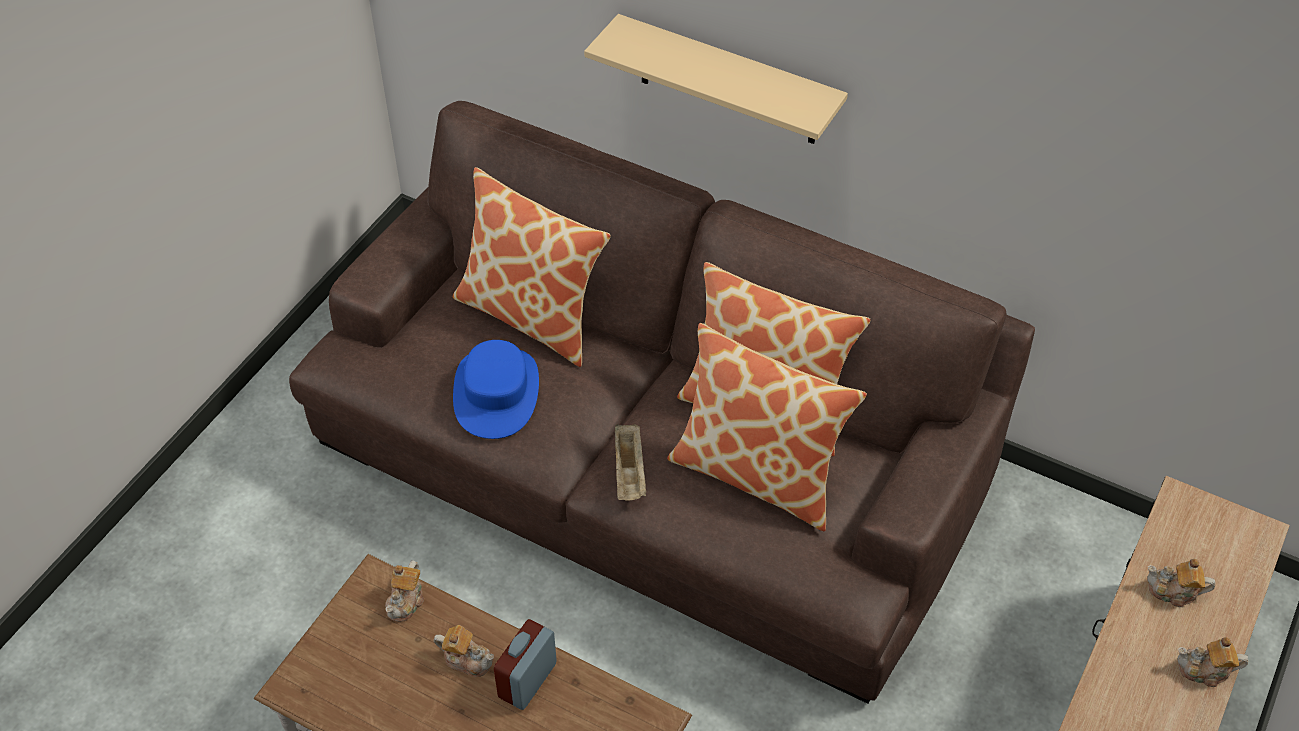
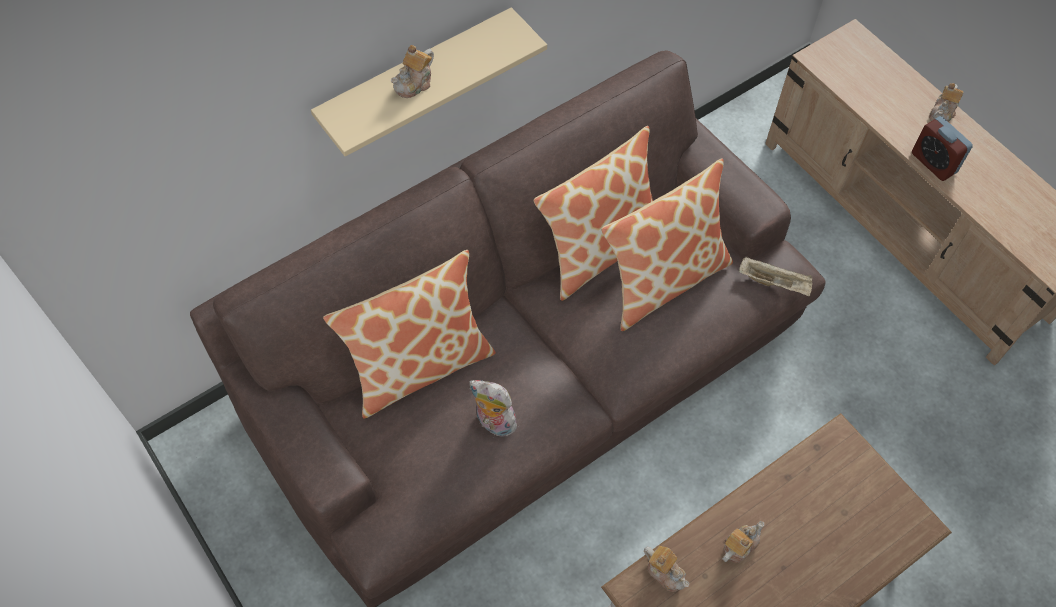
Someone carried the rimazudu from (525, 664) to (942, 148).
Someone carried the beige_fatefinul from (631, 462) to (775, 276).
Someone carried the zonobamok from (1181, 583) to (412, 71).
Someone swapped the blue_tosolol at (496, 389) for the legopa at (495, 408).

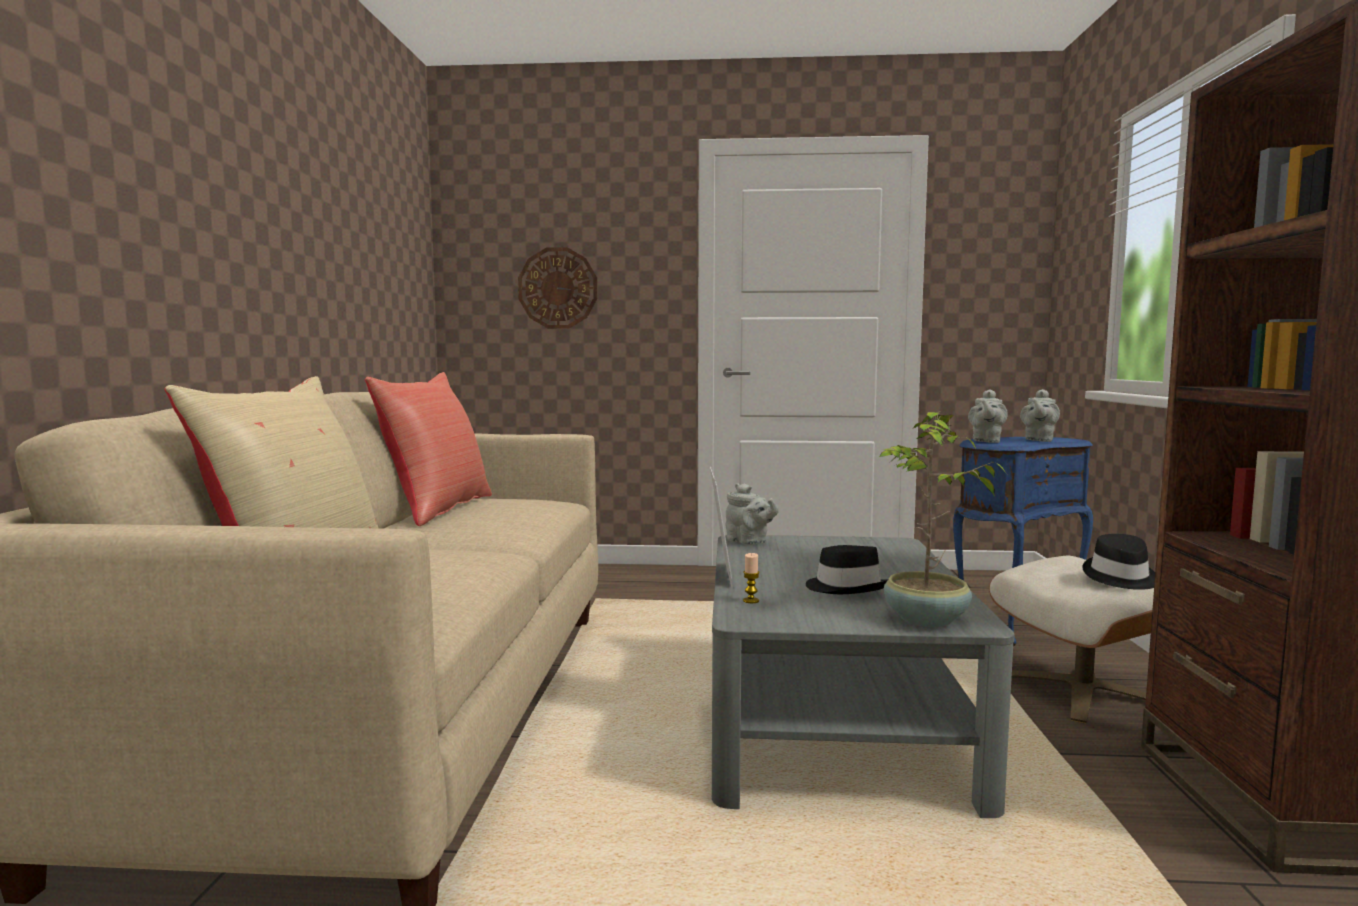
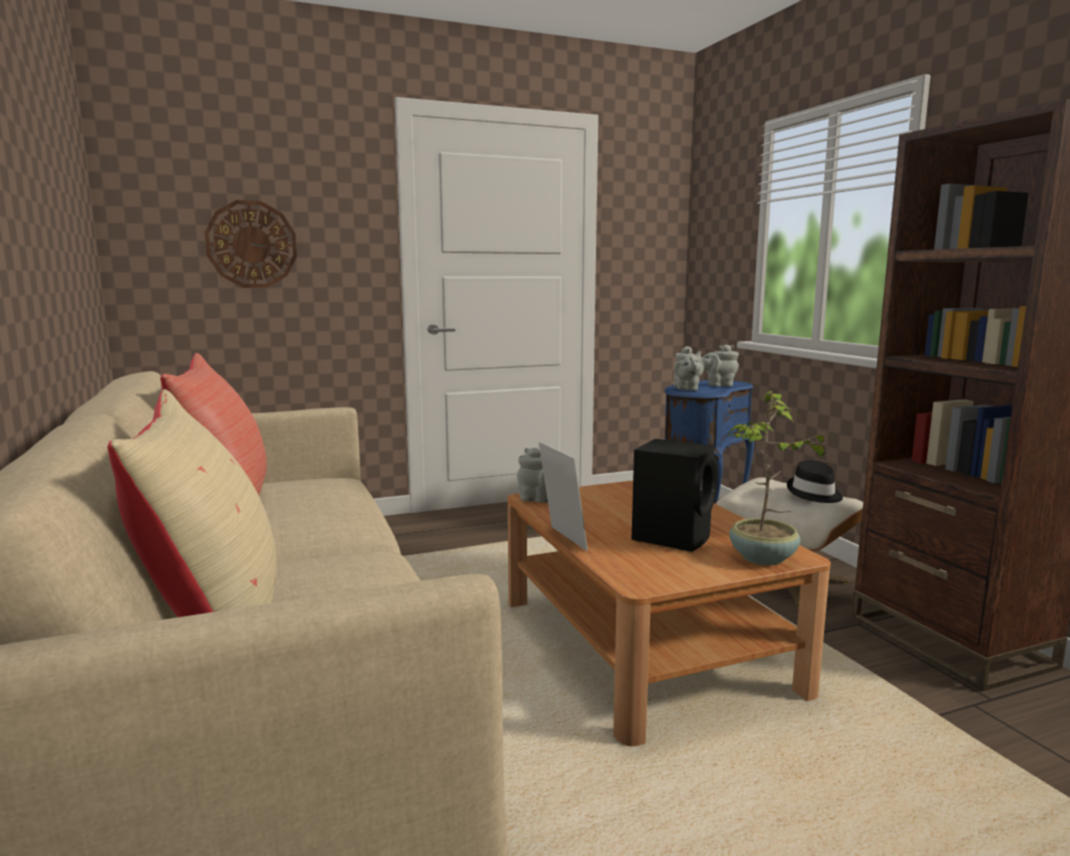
Someone took away the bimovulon at (751, 578).
Someone swapped the black_tosolol at (847, 569) for the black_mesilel at (674, 495).
Someone repainted the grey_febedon at (863, 676), which became the brown_febedon at (669, 613).
Someone rotated the grey_zonobamok at (1040, 415) by 90 degrees clockwise.

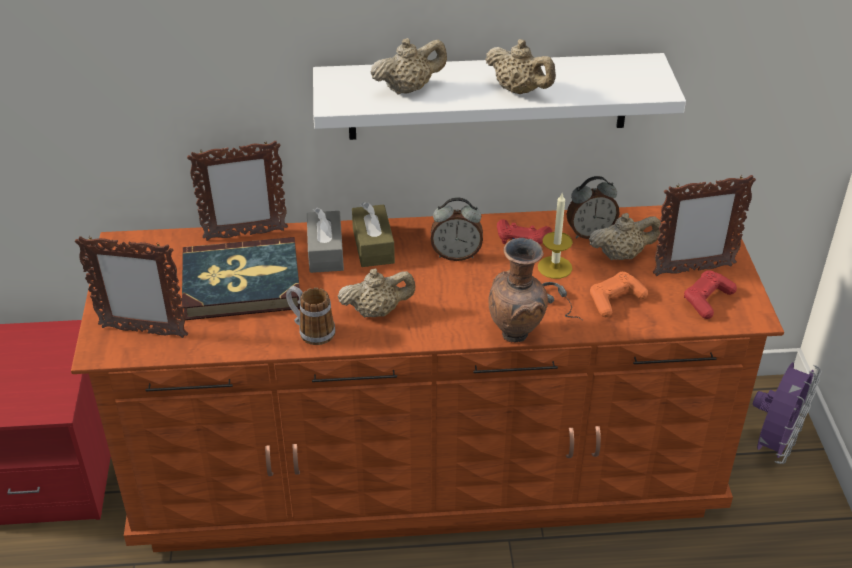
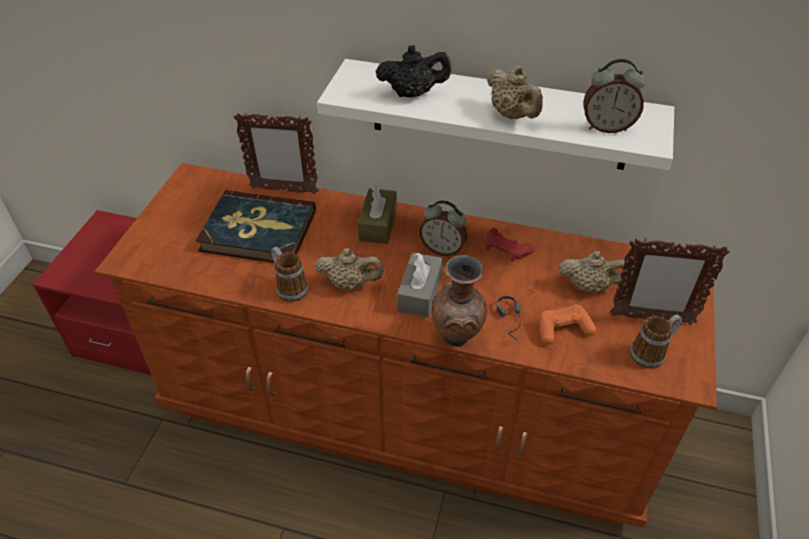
Someone took away the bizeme at (131, 287).
Someone took away the bimovulon at (555, 236).
Someone took away the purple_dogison at (787, 413).
Someone carried the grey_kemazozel from (325, 240) to (420, 284).
Someone carried the rimazudu from (593, 207) to (614, 96).
Someone swapped the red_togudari at (710, 294) for the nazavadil at (656, 341).
Someone repainted the beige_zonobamok at (409, 66), which became the black_zonobamok at (414, 71).

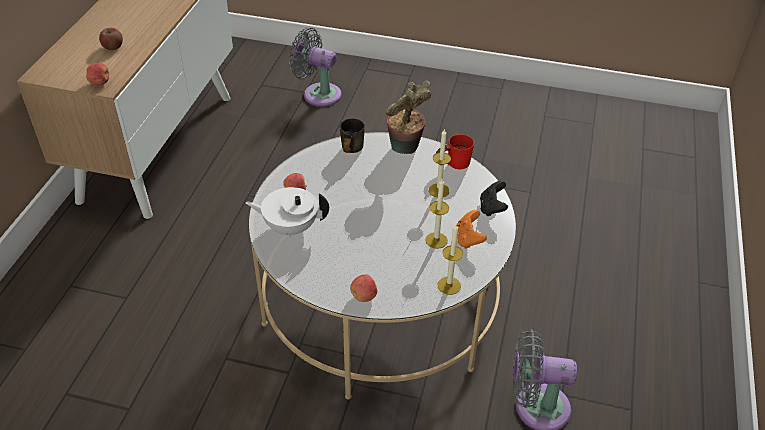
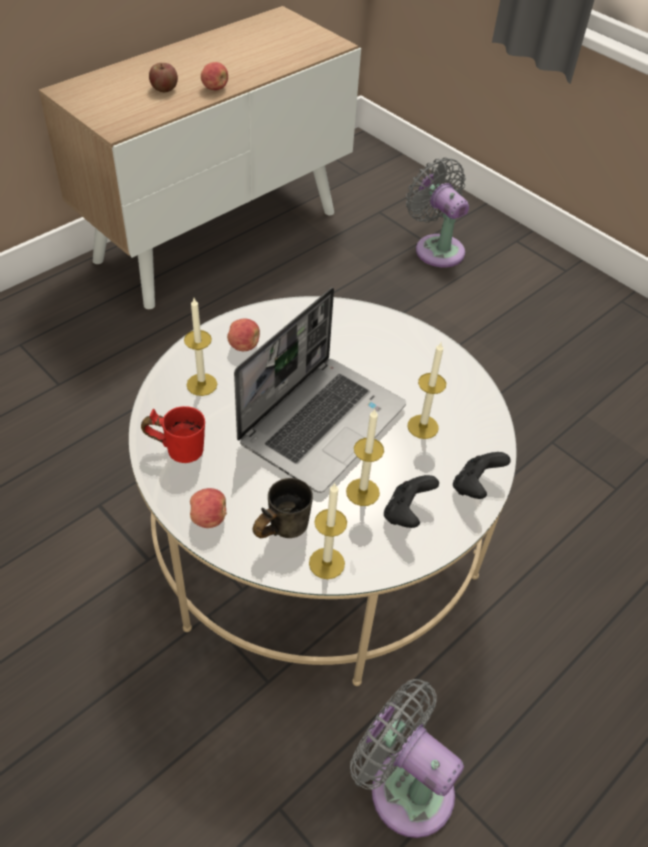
Someone took away the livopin at (408, 117).
Someone put down the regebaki at (320, 390).
Someone carried the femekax from (97, 74) to (214, 76).
Someone carried the grey_nazavadil from (352, 135) to (282, 508).
Someone carried the red_nazavadil from (455, 151) to (173, 434).
Someone swapped the white_zonobamok at (287, 212) for the bimovulon at (200, 347).
Someone repainted the orange_togudari at (472, 229), which became the black_togudari at (411, 501).

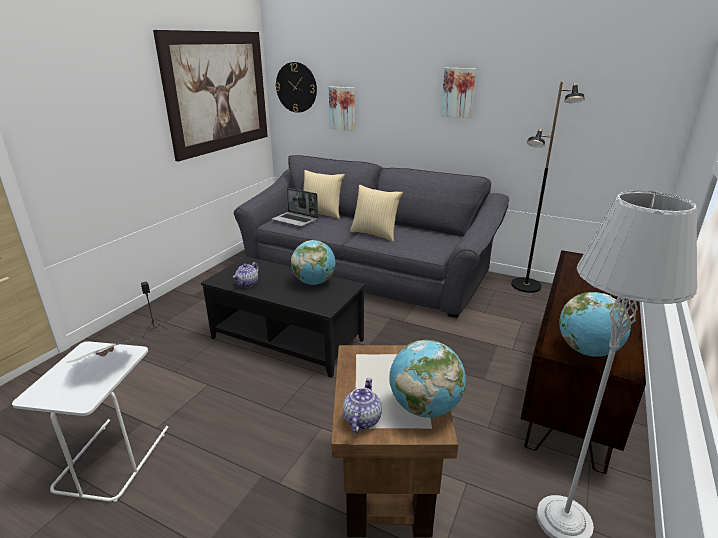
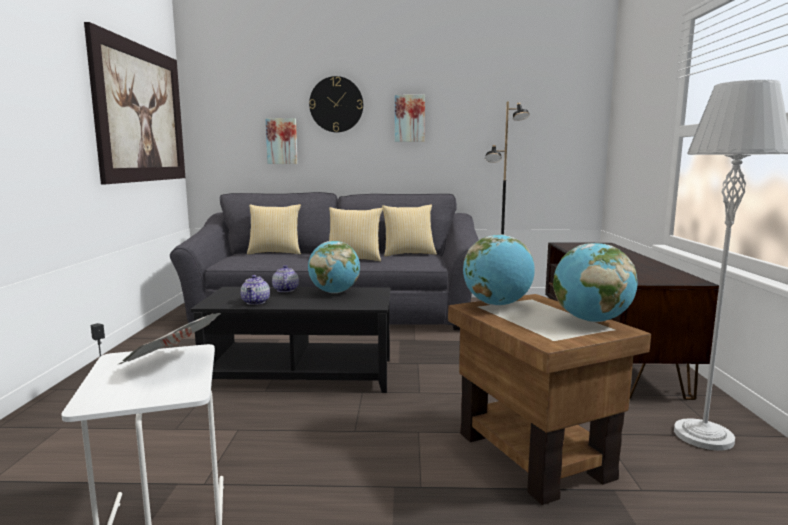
Someone took away the regebaki at (295, 207).
Someone put down the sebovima at (409, 230).
Someone carried the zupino from (296, 87) to (336, 104).
Someone carried the zonobamok from (362, 405) to (285, 278).
Someone carried the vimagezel from (595, 324) to (499, 270).

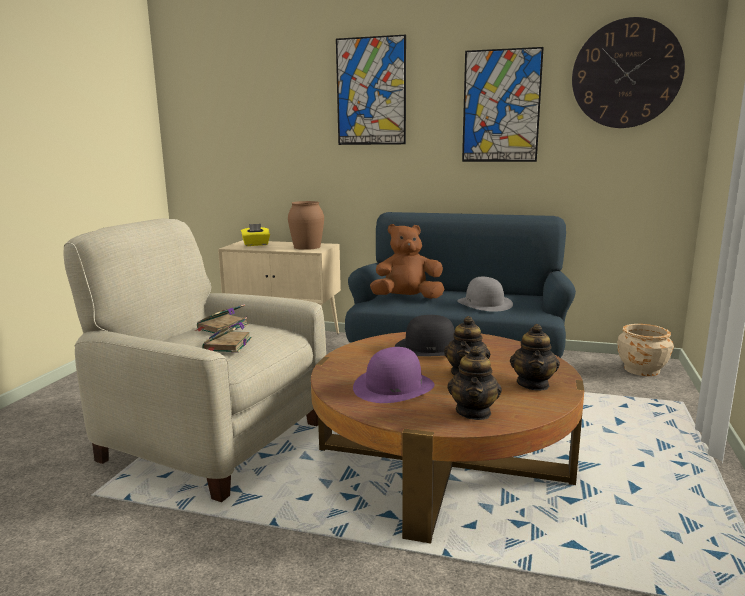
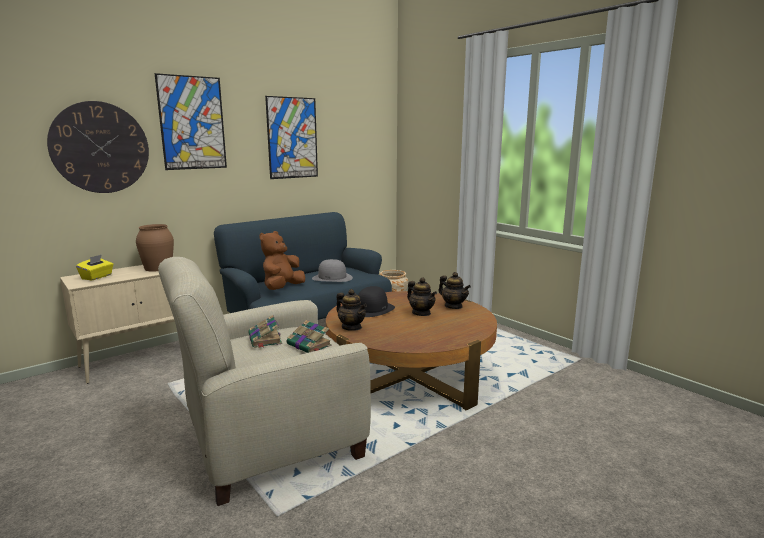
Someone took away the purple_tosolol at (393, 375).
Someone carried the zonobamok from (474, 383) to (351, 310).
Someone carried the zupino from (628, 72) to (98, 147).

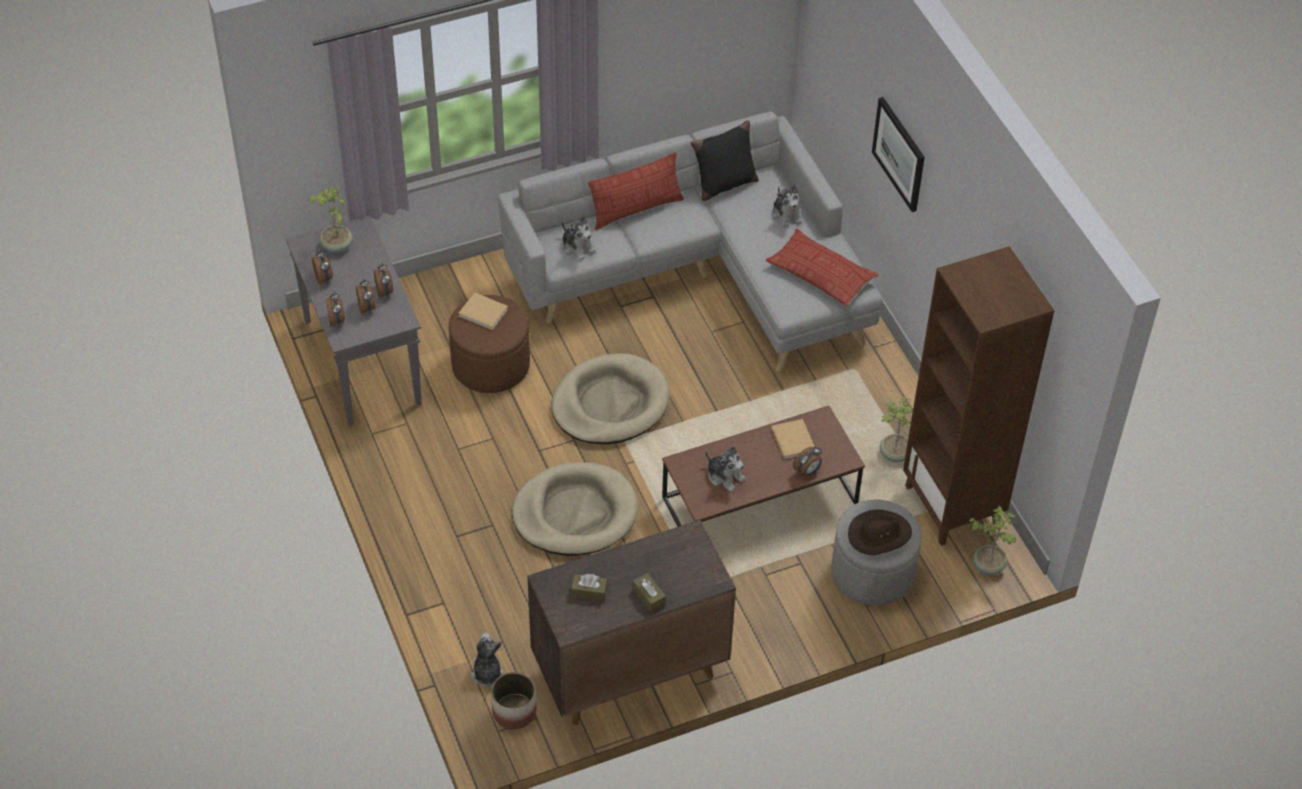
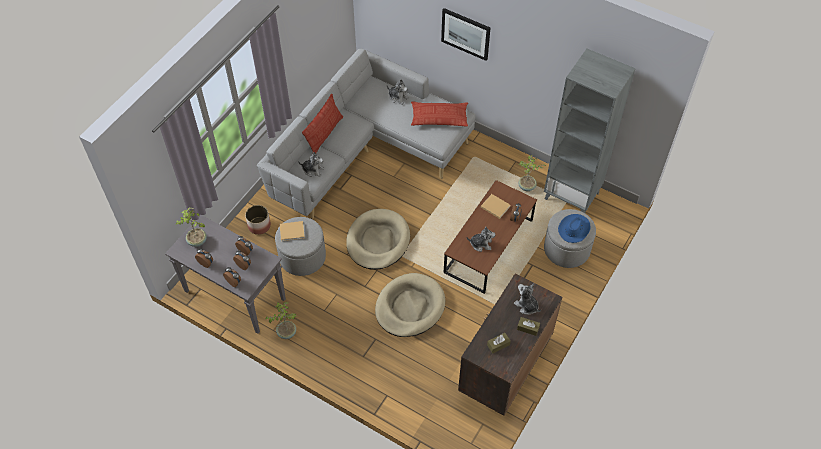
Someone took away the black_sebovima at (725, 160).
Someone carried the legopa from (487, 660) to (527, 299).
Someone carried the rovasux from (513, 700) to (258, 220).
Someone carried the livopin from (992, 540) to (281, 320).
Someone repainted the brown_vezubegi at (489, 344), which became the grey_vezubegi at (300, 246).
Someone repainted the brown_tosolol at (880, 532), which became the blue_tosolol at (574, 228).
Someone repainted the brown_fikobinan at (979, 396), which became the grey_fikobinan at (590, 131).

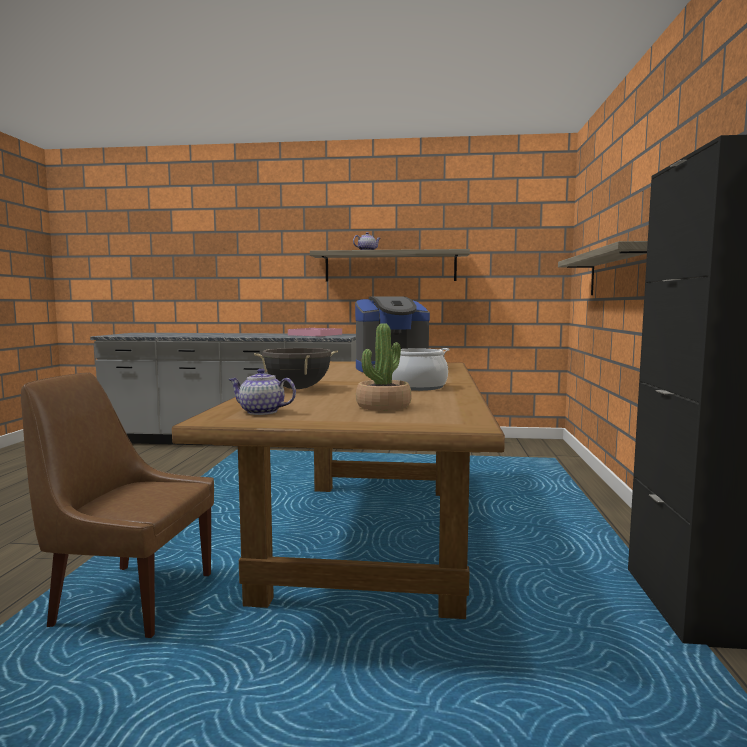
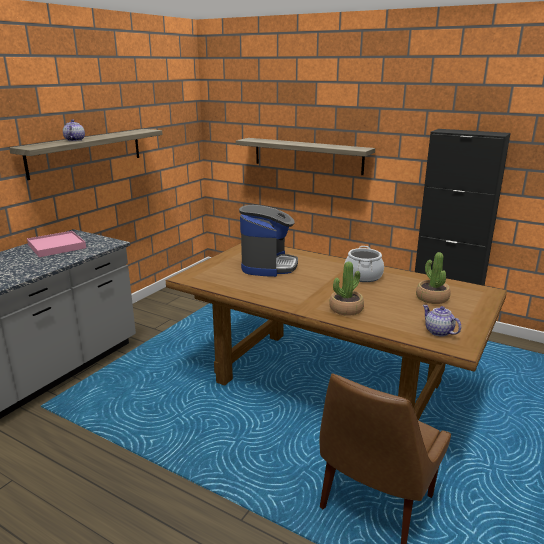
Someone swapped the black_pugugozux at (296, 368) for the livopin at (346, 288).
Someone rotated the zonobamok at (262, 392) by 105 degrees clockwise.

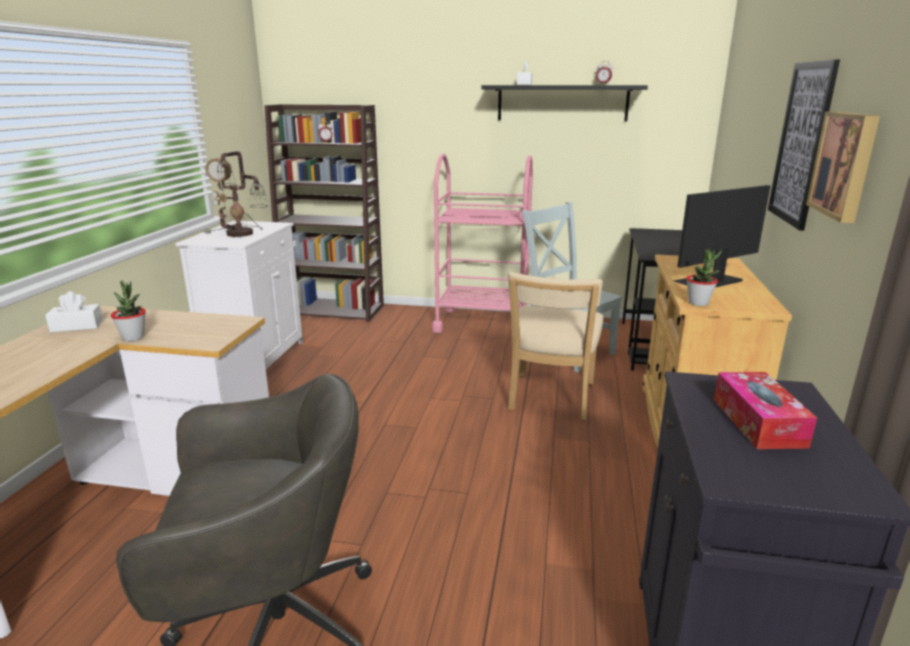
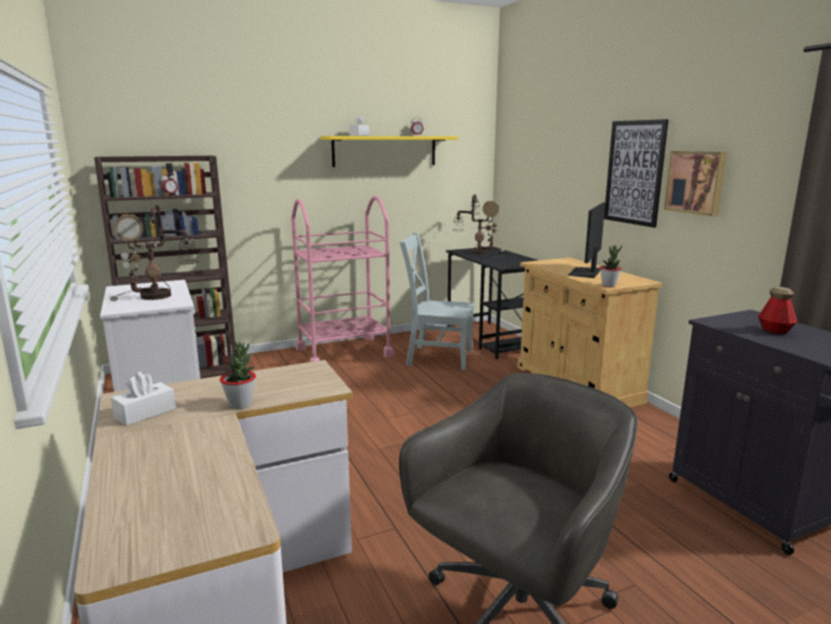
Someone took away the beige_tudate at (555, 346).
Someone put down the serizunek at (479, 226).
Someone swapped the kemazozel at (765, 410) for the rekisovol at (777, 310).
Someone repainted the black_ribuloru at (565, 103), which became the yellow_ribuloru at (389, 151).

